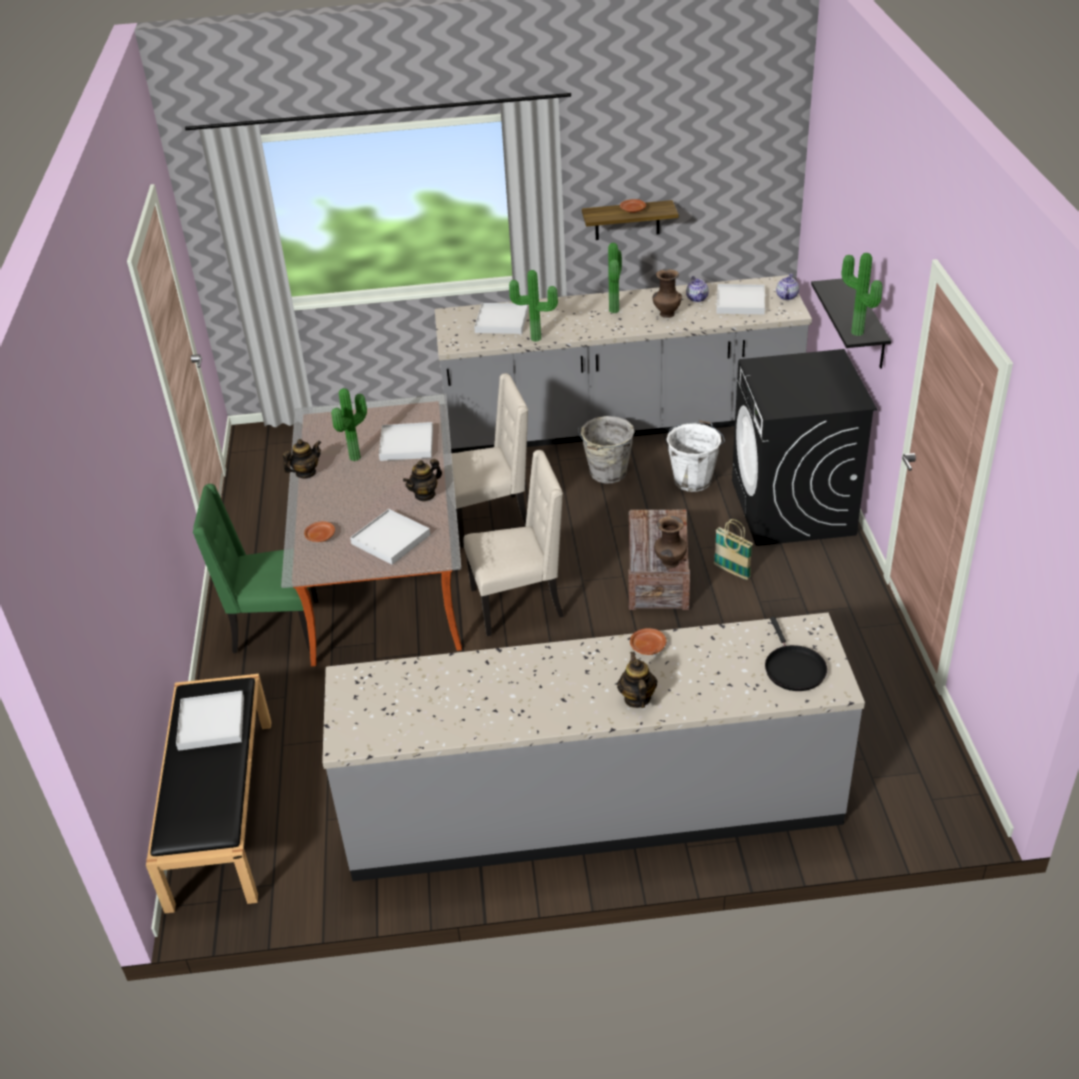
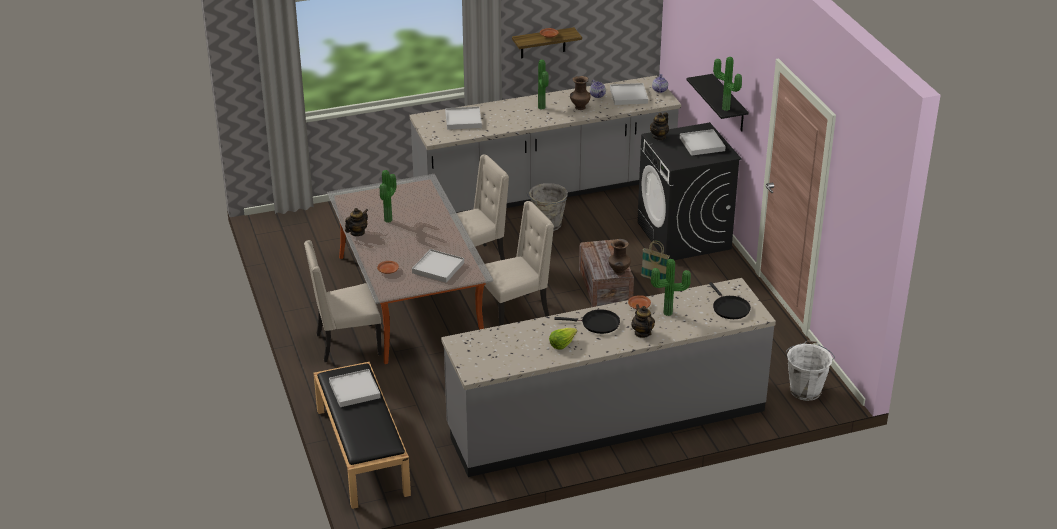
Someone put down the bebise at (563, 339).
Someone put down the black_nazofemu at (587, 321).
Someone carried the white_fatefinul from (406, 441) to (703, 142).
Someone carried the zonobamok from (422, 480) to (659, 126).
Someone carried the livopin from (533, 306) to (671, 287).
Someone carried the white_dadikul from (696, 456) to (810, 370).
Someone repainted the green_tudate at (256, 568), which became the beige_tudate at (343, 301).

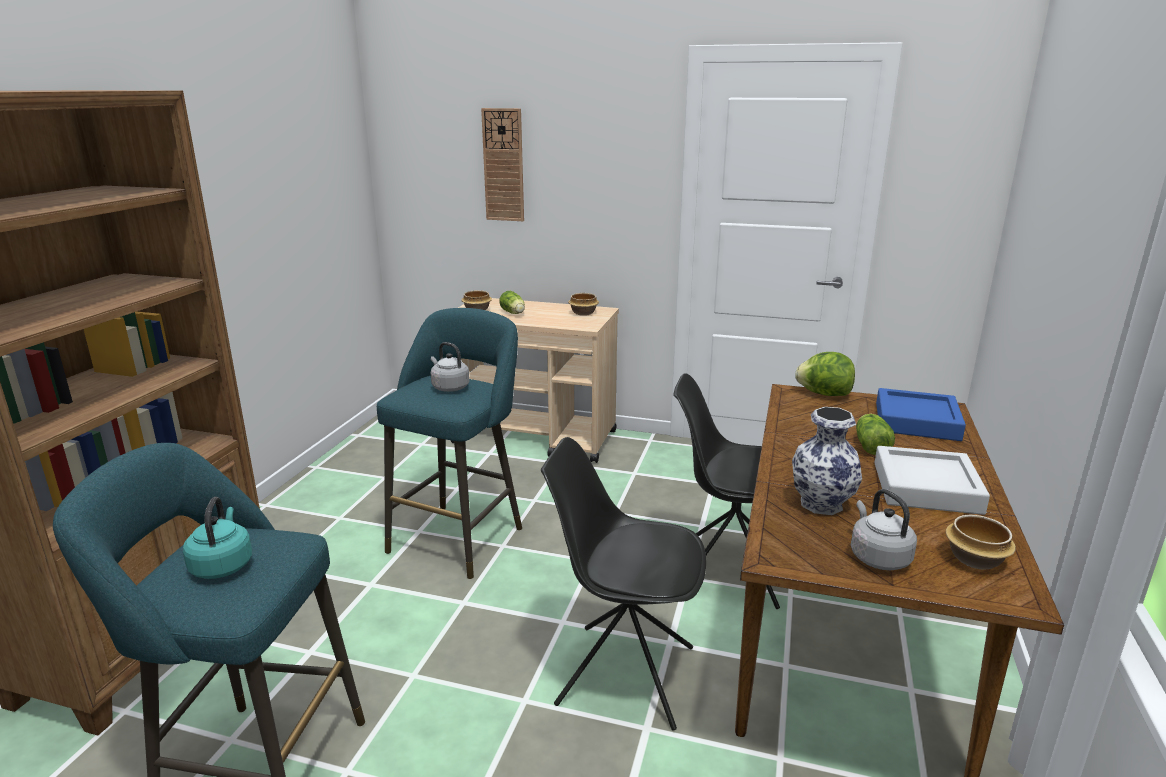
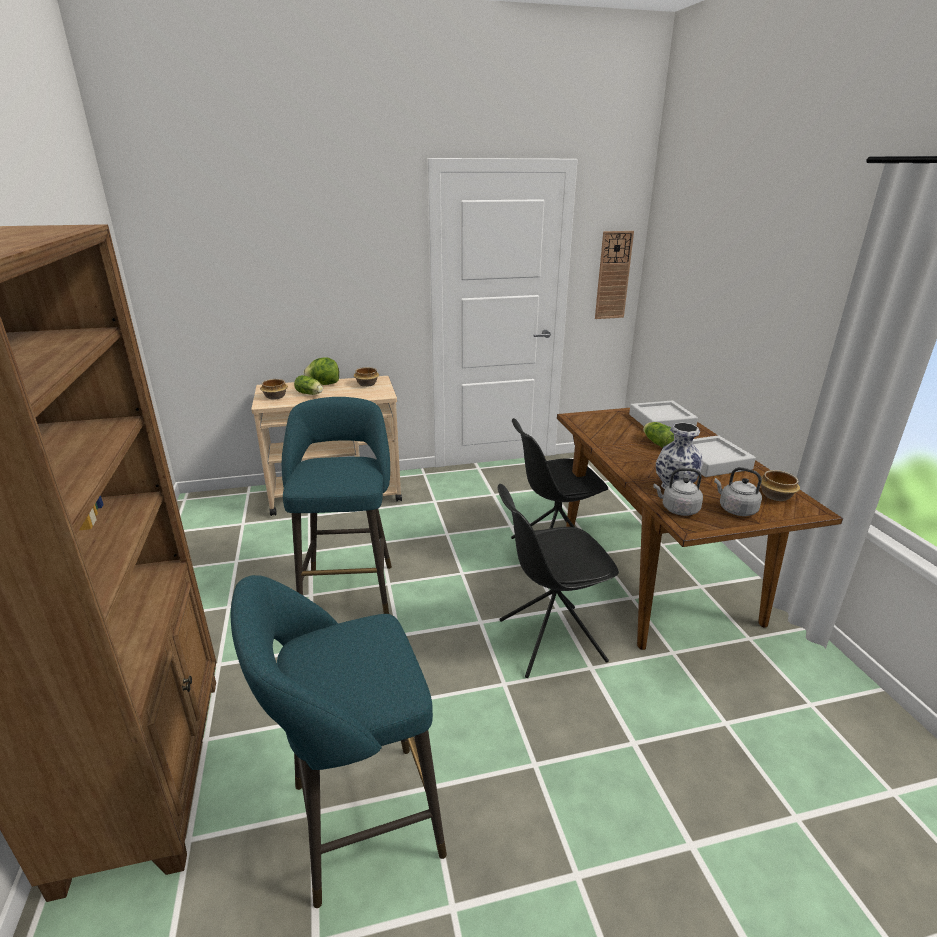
Someone took away the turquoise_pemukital at (217, 538).
Someone carried the grey_pemukital from (450, 367) to (678, 492).
Someone carried the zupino from (502, 164) to (614, 275).
Someone carried the bebise from (825, 374) to (321, 371).
Someone repainted the blue_fatefinul at (921, 414), which became the grey_fatefinul at (663, 413).

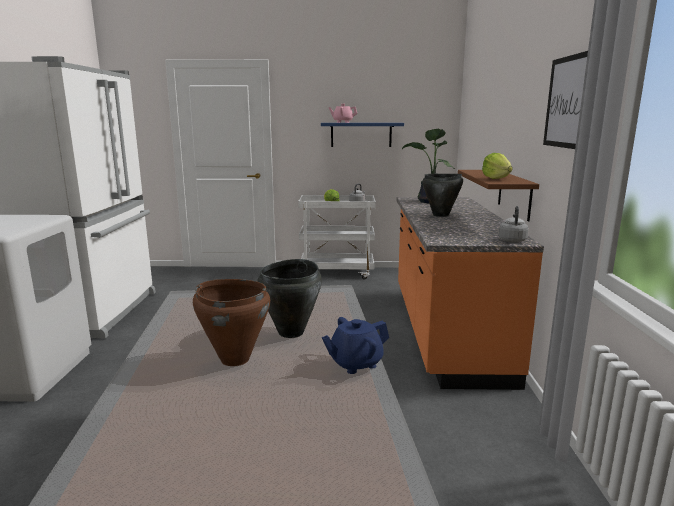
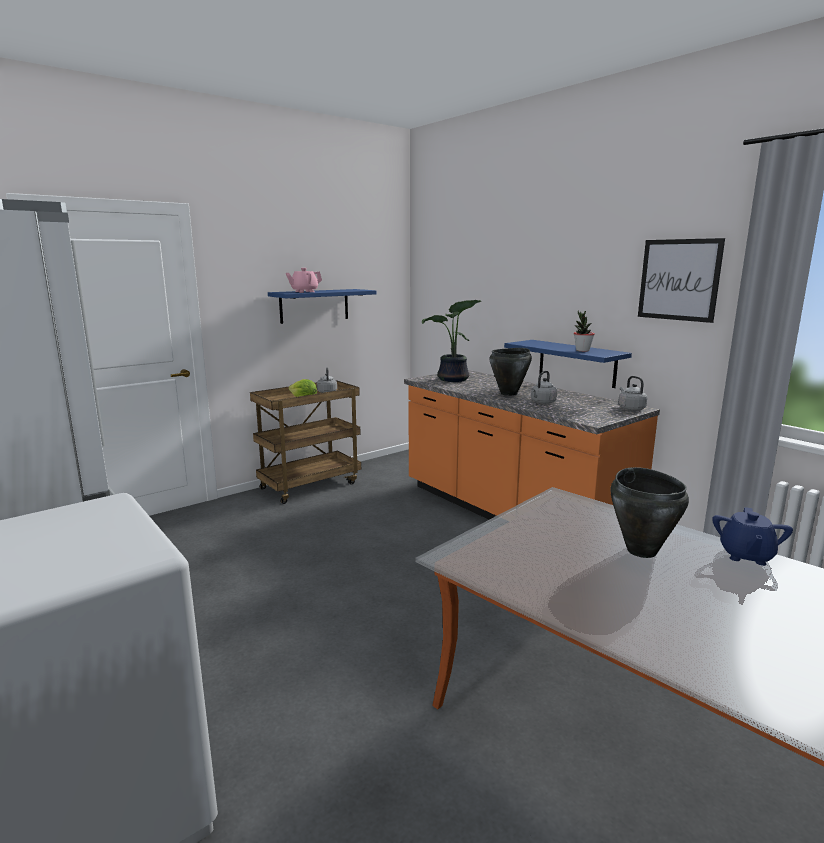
Someone took away the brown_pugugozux at (231, 322).
Someone put down the grey_pemukital at (544, 387).
Someone swapped the bebise at (497, 166) for the livopin at (584, 331).
Someone repainted the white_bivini at (337, 237), which became the brown_bivini at (305, 442).
Someone repainted the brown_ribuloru at (498, 195), which became the blue_ribuloru at (568, 364).

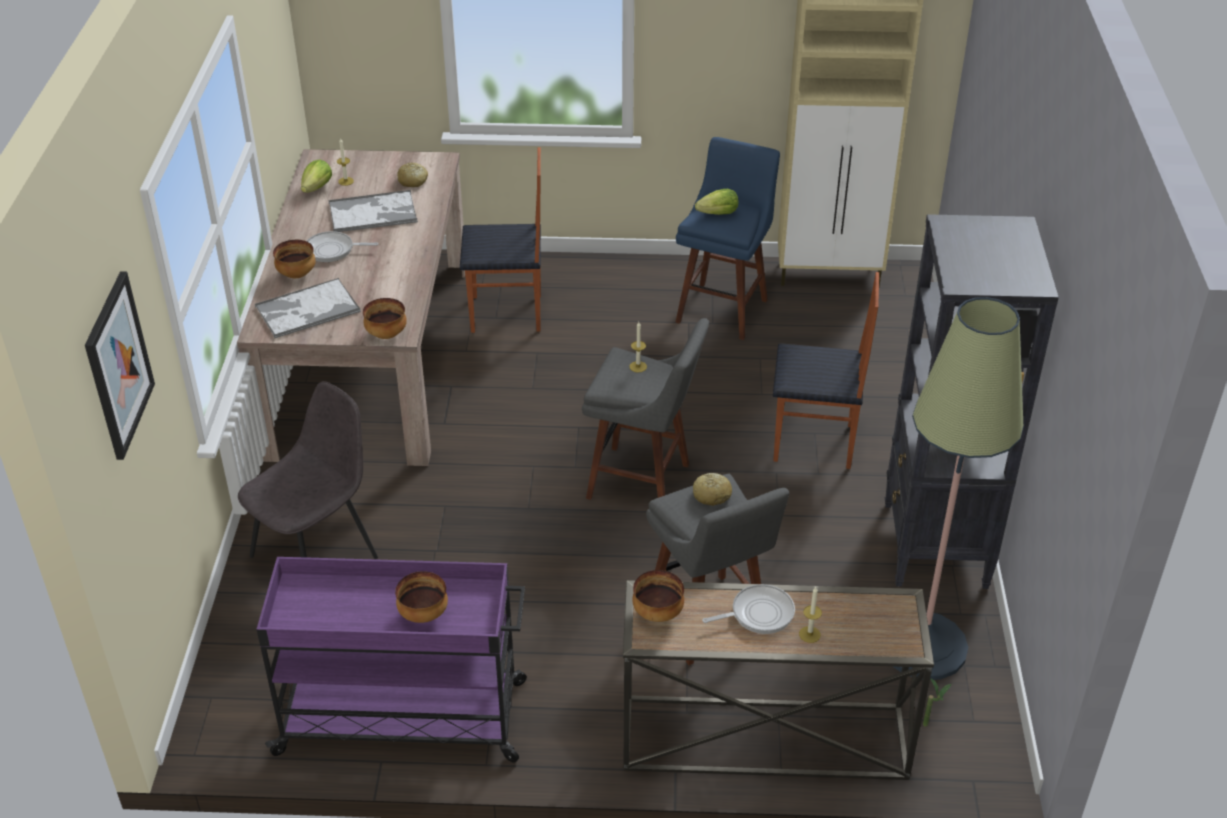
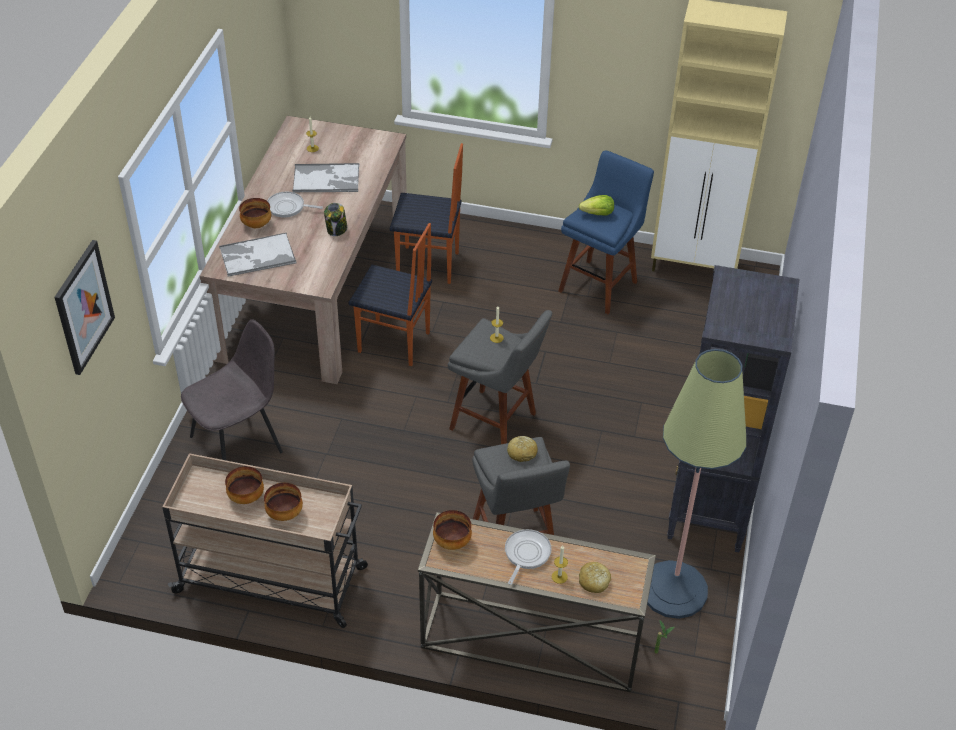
Someone took away the bebise at (316, 176).
Someone put down the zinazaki at (335, 219).
Someone carried the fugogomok from (385, 318) to (244, 485).
Someone carried the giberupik from (412, 174) to (595, 577).
Someone carried the tudate from (826, 370) to (390, 294).
Someone repainted the purple_bivini at (391, 660), which became the beige_bivini at (265, 540).
Someone rotated the nazofemu at (748, 609) by 60 degrees counterclockwise.

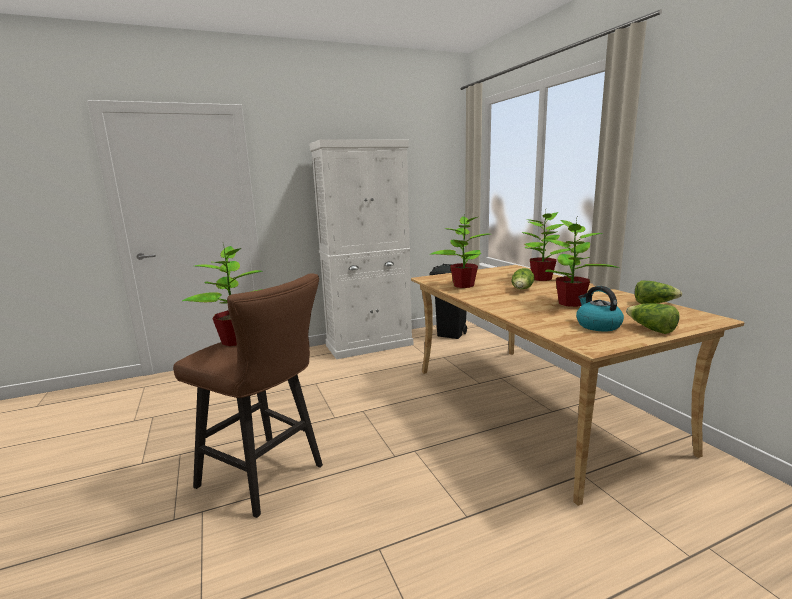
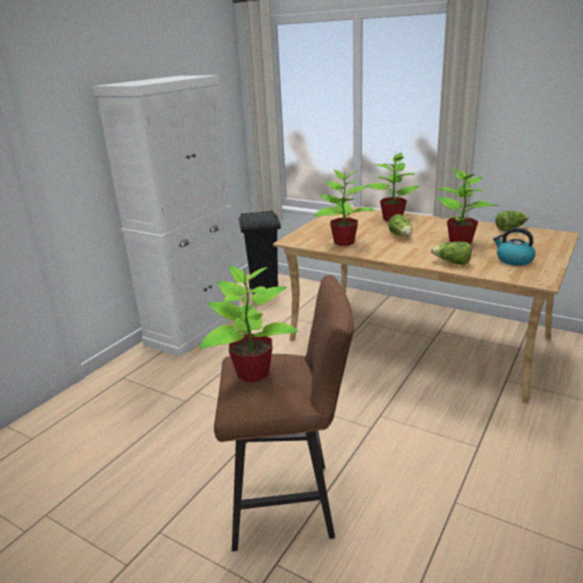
Someone carried the bebise from (653, 319) to (451, 253).

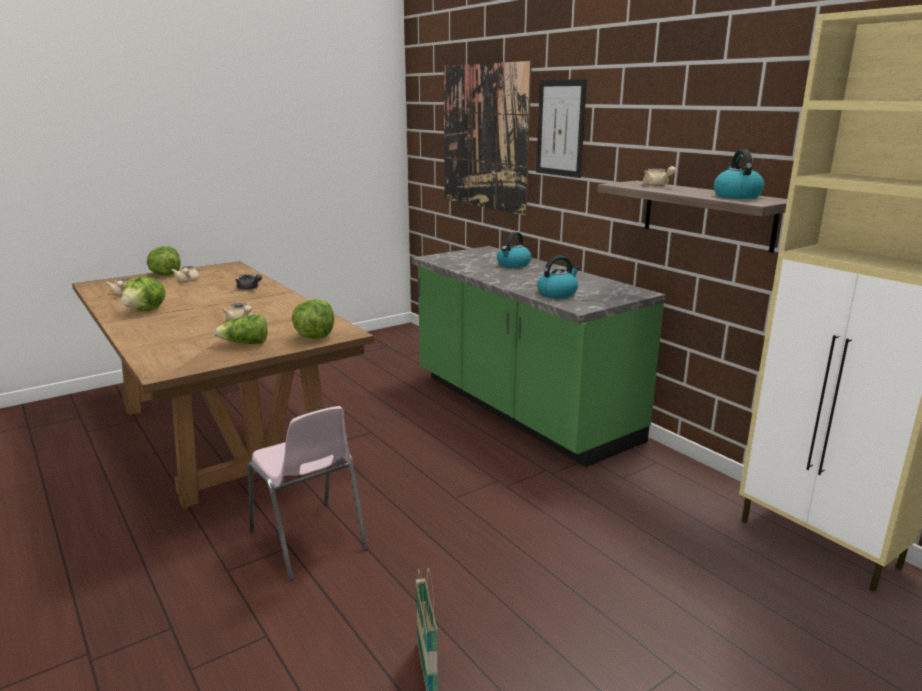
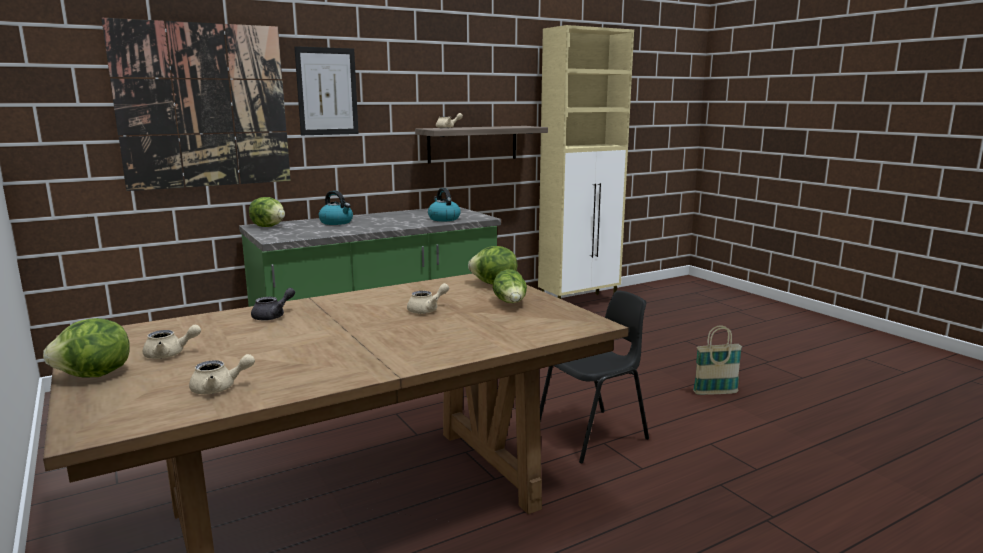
Someone took away the pemukital at (739, 174).
Someone carried the bebise from (143, 293) to (267, 212).
Someone repainted the pink_tudate at (308, 493), which became the black_tudate at (594, 377).

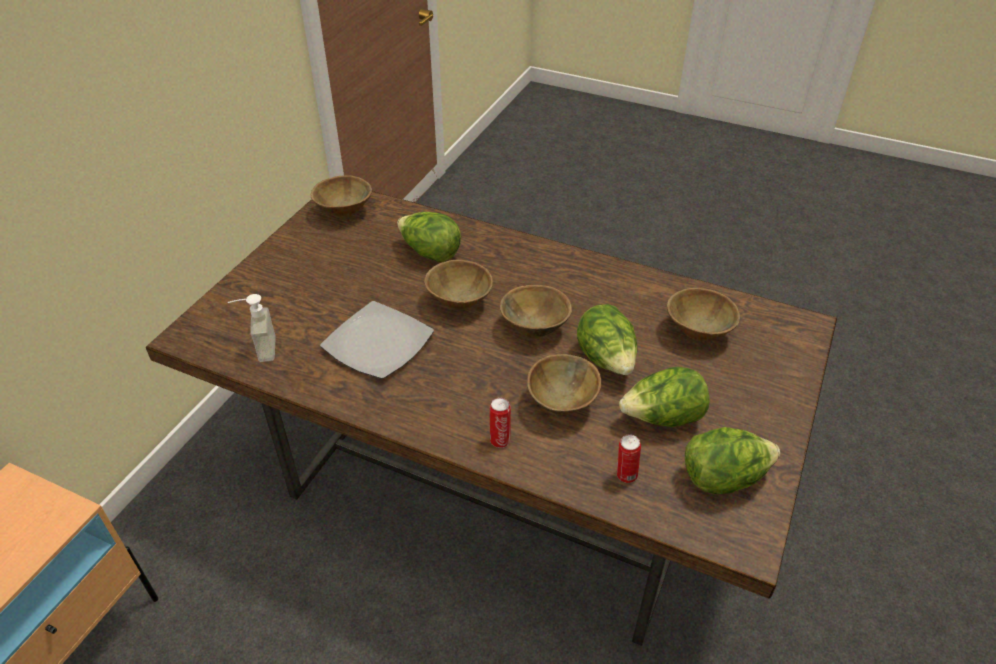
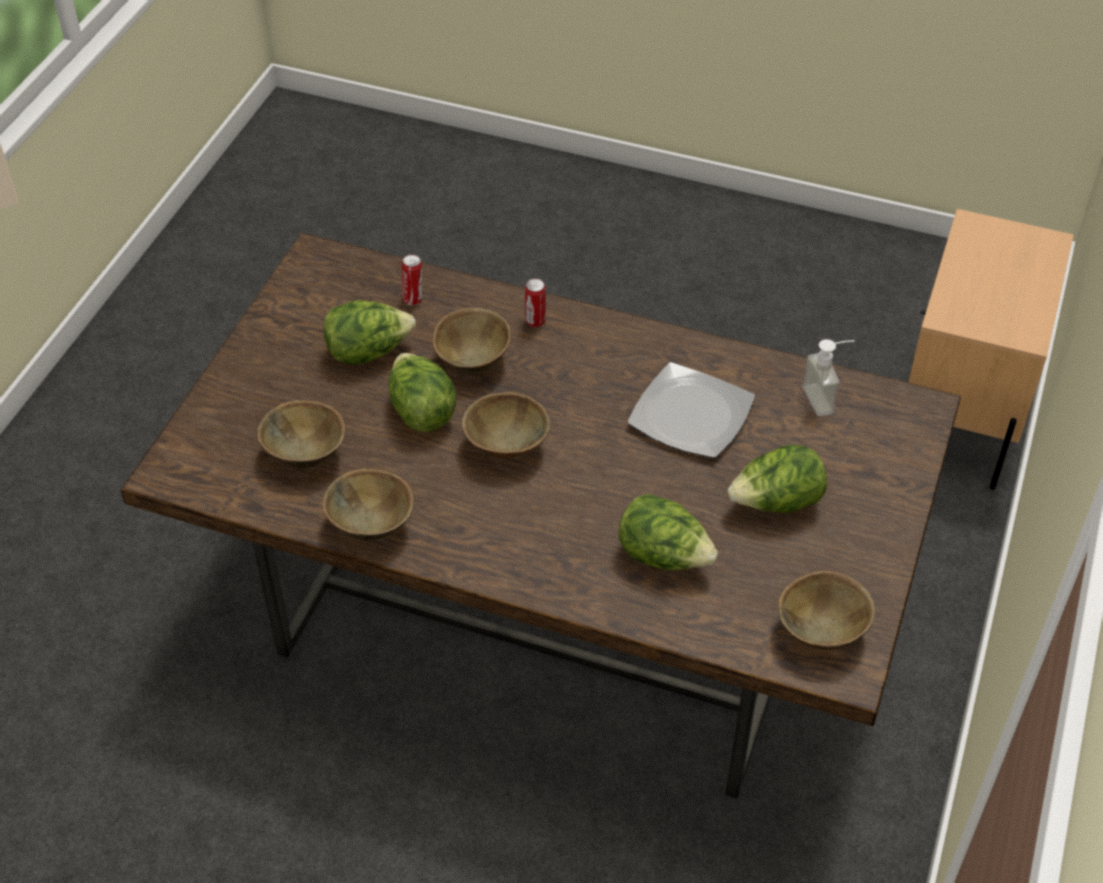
Someone carried the brown_fugogomok from (458, 284) to (368, 505).
Someone carried the bebise from (732, 460) to (777, 479).

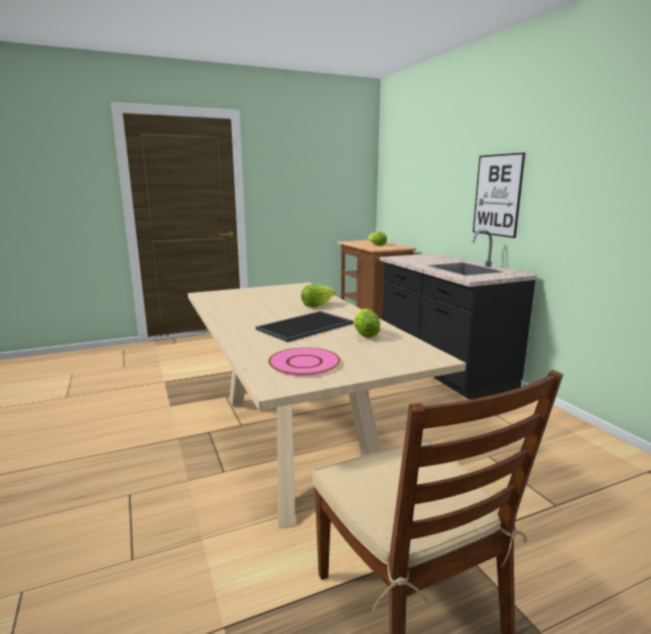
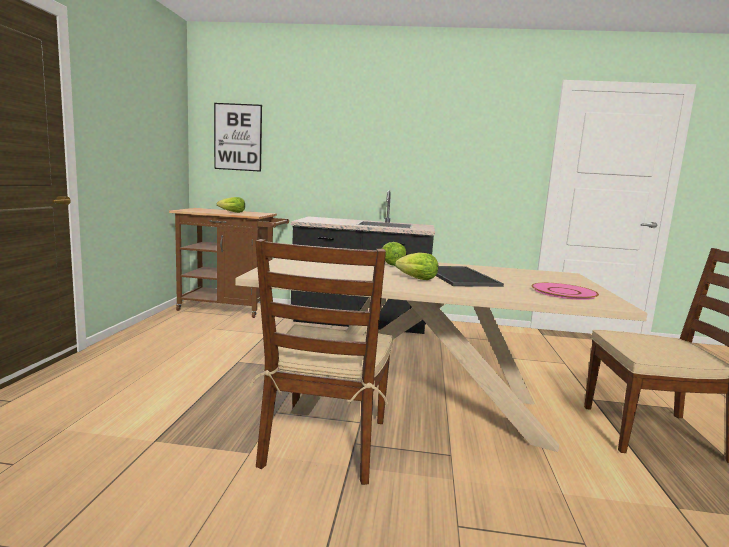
Someone put down the brown_tudate at (321, 362).
Someone carried the bebise from (367, 323) to (417, 266).
Someone carried the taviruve from (499, 195) to (238, 137).

